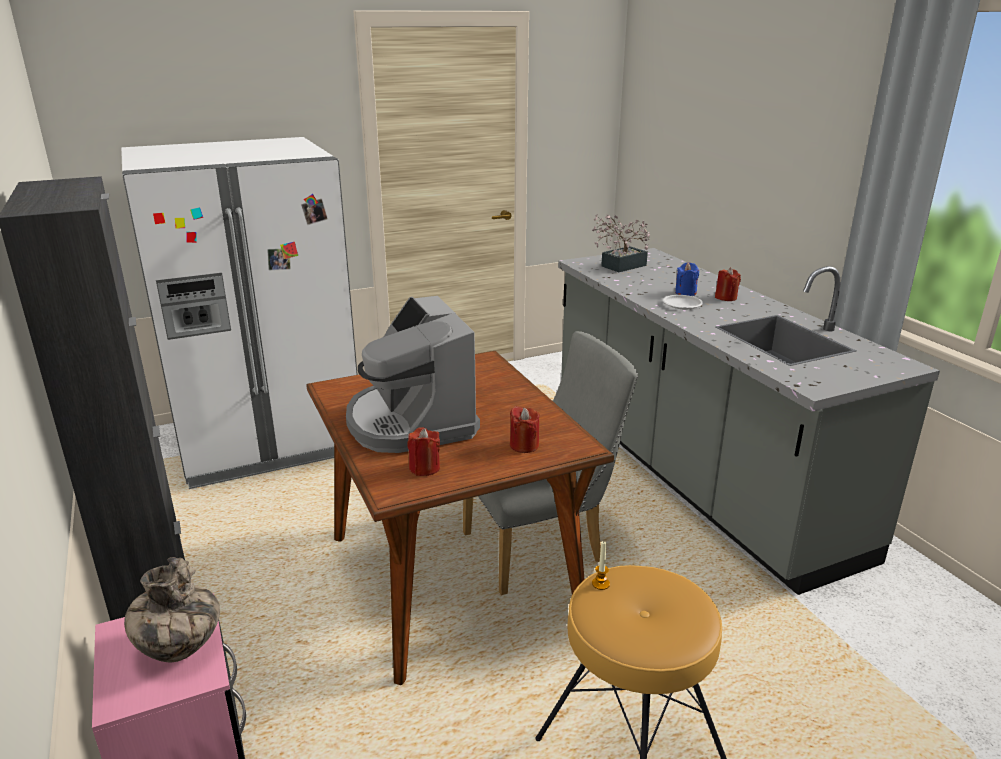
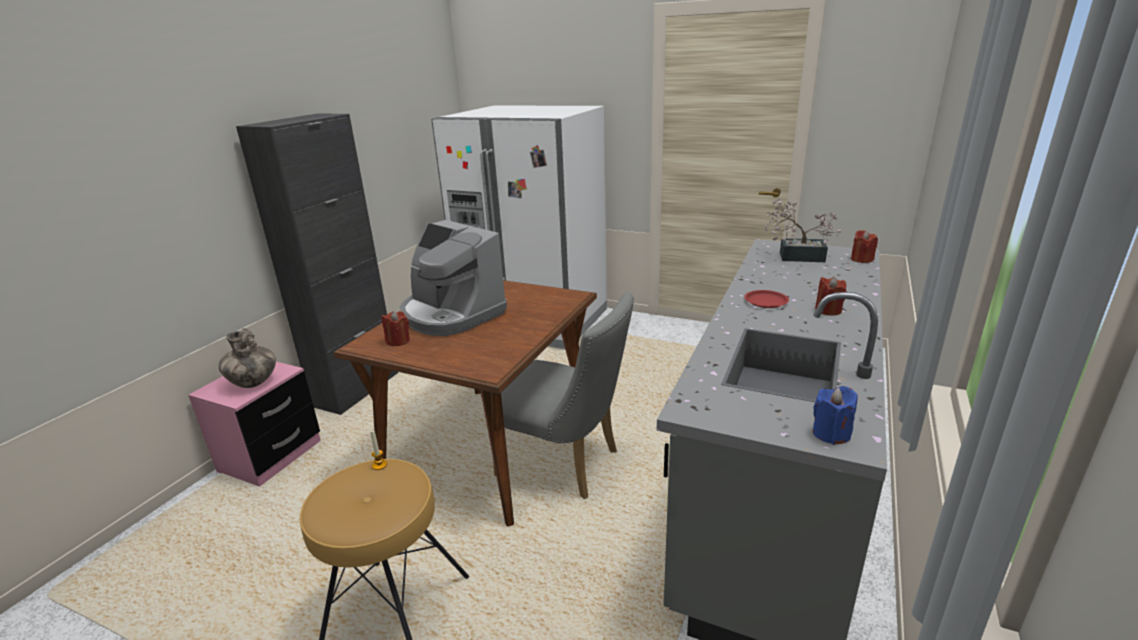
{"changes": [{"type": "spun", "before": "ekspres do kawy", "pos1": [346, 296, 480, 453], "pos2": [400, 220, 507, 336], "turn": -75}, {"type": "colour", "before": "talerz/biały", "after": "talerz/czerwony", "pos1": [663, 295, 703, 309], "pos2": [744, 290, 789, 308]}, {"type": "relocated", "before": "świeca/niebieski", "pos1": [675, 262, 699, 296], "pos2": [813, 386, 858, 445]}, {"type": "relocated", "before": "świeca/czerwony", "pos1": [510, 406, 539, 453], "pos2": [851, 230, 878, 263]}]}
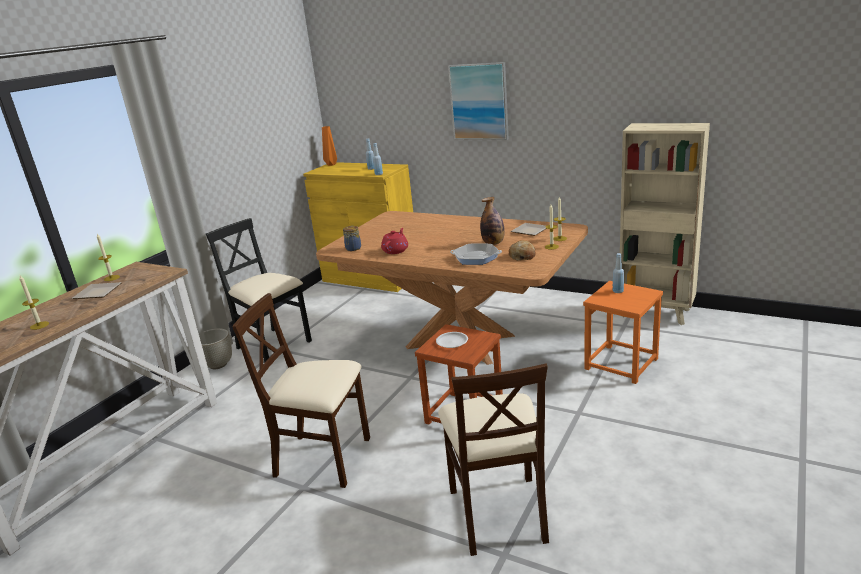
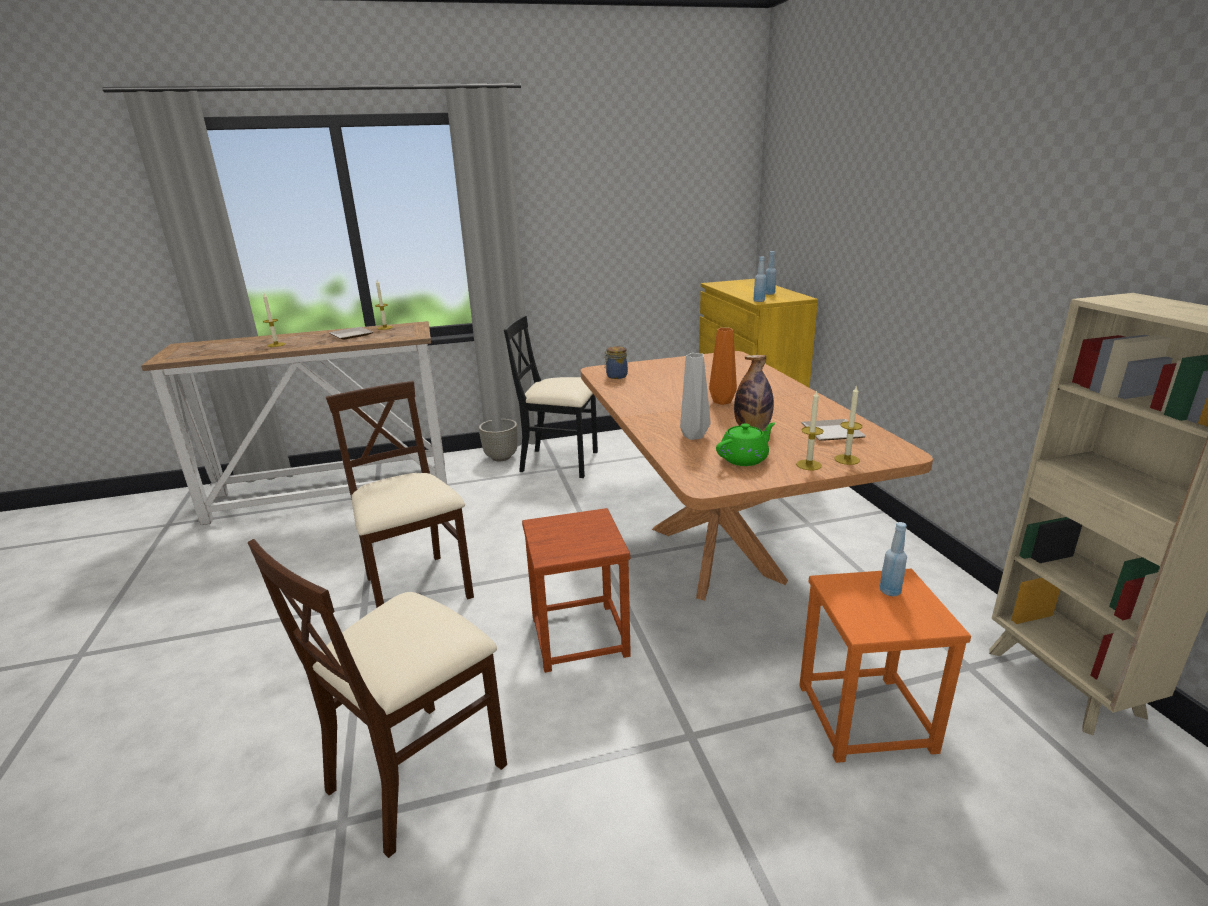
{"changes": [{"type": "spun", "before": "krzesło/czarny", "pos1": [206, 218, 312, 362], "pos2": [504, 316, 598, 478], "turn": -75}, {"type": "exchanged", "before": "patelnia", "after": "wazon/szary", "pos1": [450, 243, 502, 265], "pos2": [680, 353, 710, 440]}, {"type": "relocated", "before": "wazon/pomarańczowy", "pos1": [322, 126, 337, 166], "pos2": [709, 328, 737, 405]}, {"type": "exchanged", "before": "chleb", "after": "imbryk/zielony", "pos1": [509, 240, 535, 261], "pos2": [716, 423, 775, 466]}, {"type": "missing", "before": "imbryk/czerwony", "pos1": [381, 228, 408, 254]}, {"type": "missing", "before": "talerz/biały", "pos1": [436, 332, 468, 348]}, {"type": "missing", "before": "obraz", "pos1": [448, 62, 509, 140]}]}
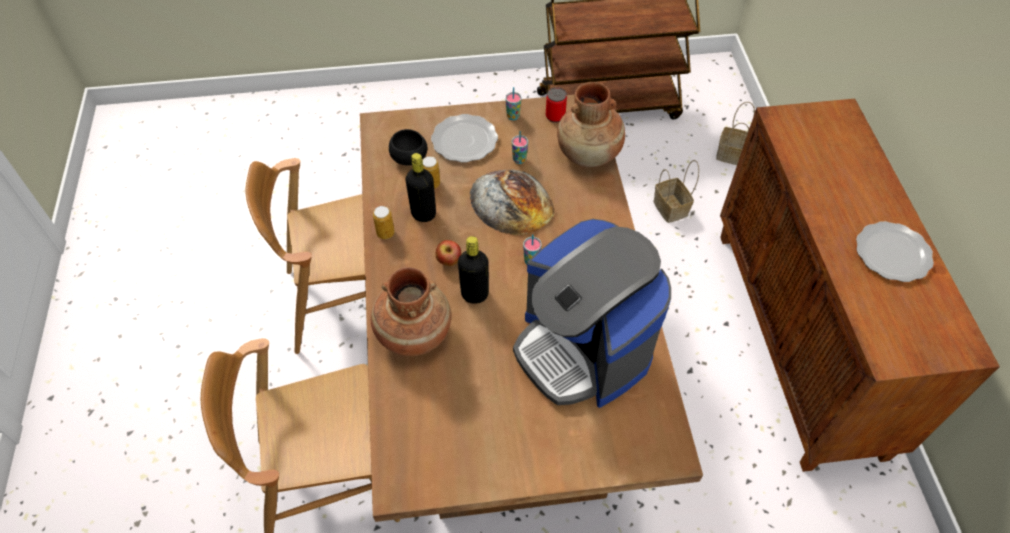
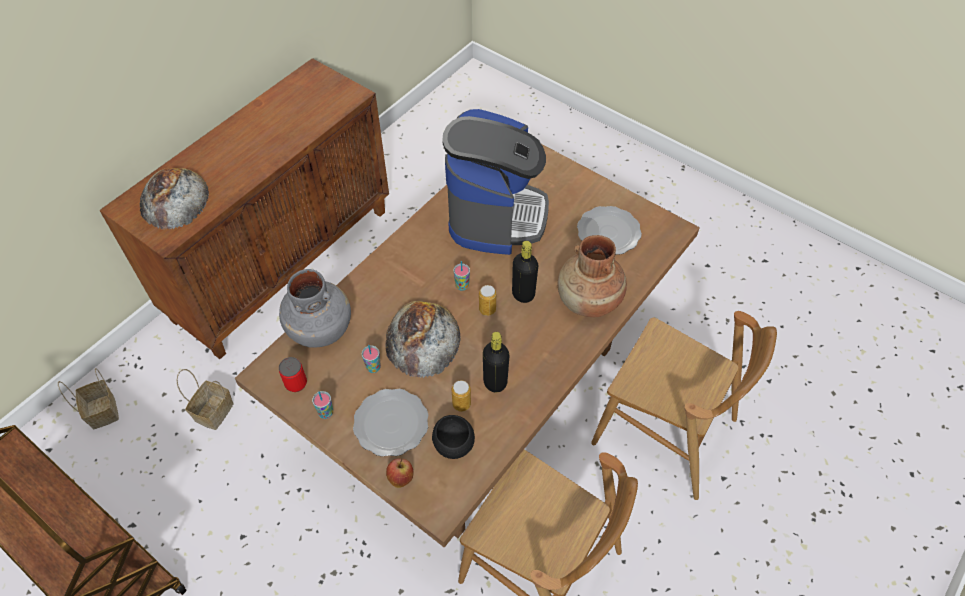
{"changes": [{"type": "appeared", "after": "chleb", "pos2": [140, 168, 209, 229]}, {"type": "colour", "before": "wazon/brązowy", "after": "wazon/szary", "pos1": [557, 82, 625, 167], "pos2": [279, 269, 351, 348]}, {"type": "relocated", "before": "jabłko", "pos1": [436, 240, 461, 266], "pos2": [386, 458, 414, 488]}, {"type": "relocated", "before": "puszka", "pos1": [373, 206, 395, 239], "pos2": [479, 285, 496, 316]}, {"type": "relocated", "before": "talerz", "pos1": [856, 221, 934, 282], "pos2": [577, 206, 642, 255]}]}
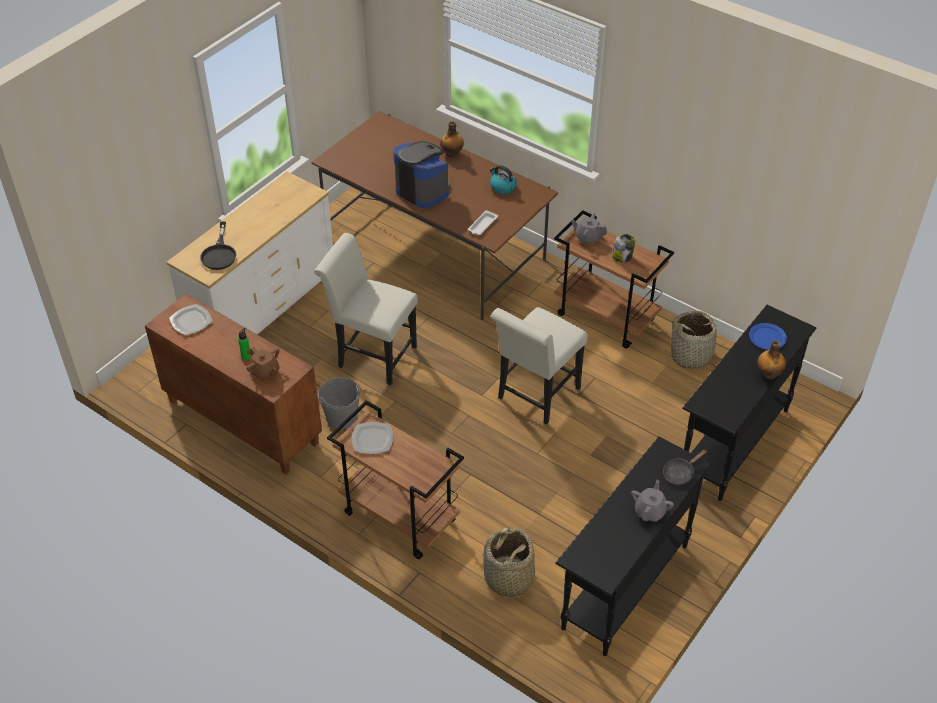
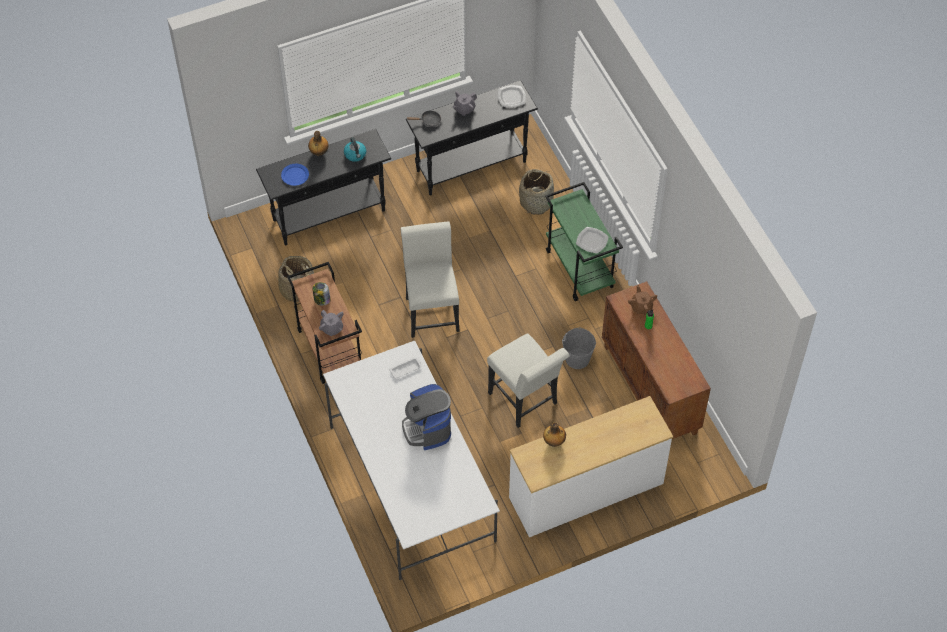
{"changes": [{"type": "colour", "before": "stół jadalny/brązowy", "after": "stół jadalny/biały", "pos1": [311, 111, 558, 320], "pos2": [323, 341, 500, 580]}, {"type": "relocated", "before": "czajnik", "pos1": [490, 165, 517, 194], "pos2": [344, 137, 366, 162]}, {"type": "spun", "before": "krzesło/biały", "pos1": [491, 307, 588, 424], "pos2": [401, 221, 460, 338], "turn": -75}, {"type": "relocated", "before": "talerz", "pos1": [169, 304, 213, 336], "pos2": [498, 85, 526, 107]}, {"type": "relocated", "before": "butelka", "pos1": [440, 121, 464, 157], "pos2": [543, 422, 566, 447]}, {"type": "colour", "before": "wózek/brązowy", "after": "wózek/zielony", "pos1": [327, 400, 464, 559], "pos2": [545, 182, 623, 301]}, {"type": "missing", "before": "patelnia/czarny", "pos1": [200, 222, 236, 270]}]}
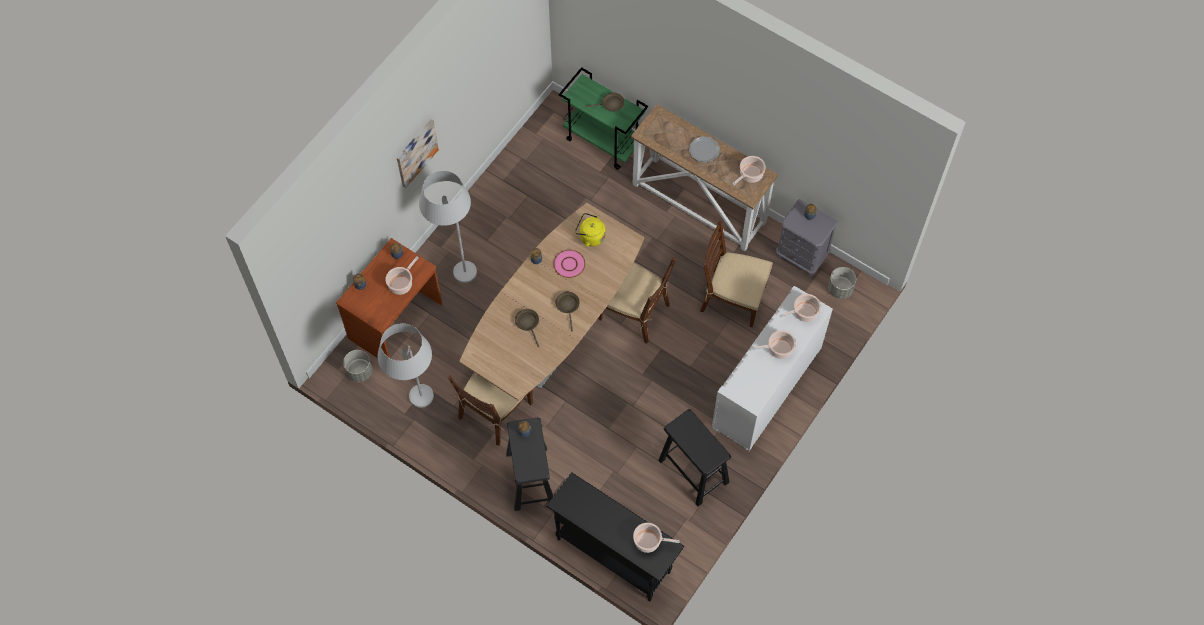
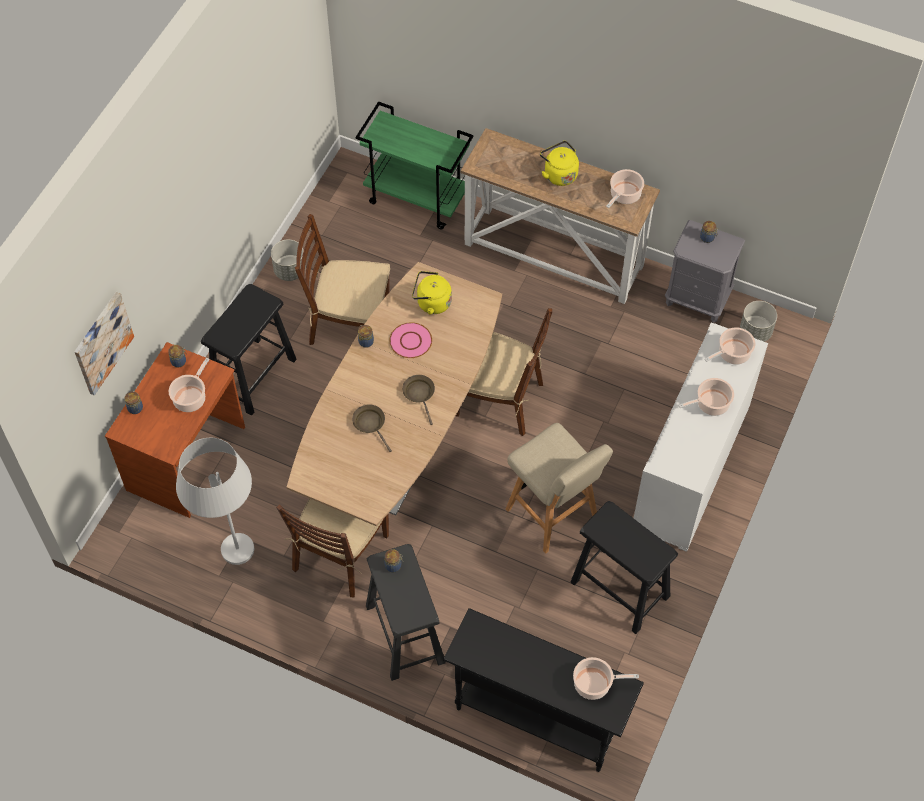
{"changes": [{"type": "relocated", "before": "obraz", "pos1": [397, 119, 439, 188], "pos2": [74, 292, 134, 396]}, {"type": "exchanged", "before": "lampa stojąca/biały", "after": "stołek/czarny", "pos1": [419, 171, 477, 283], "pos2": [201, 284, 297, 415]}, {"type": "relocated", "before": "donica/szary", "pos1": [343, 350, 372, 382], "pos2": [271, 240, 306, 281]}, {"type": "relocated", "before": "krzesło/brązowy", "pos1": [700, 221, 773, 327], "pos2": [295, 214, 390, 345]}, {"type": "appeared", "after": "stołek/beżowy", "pos2": [506, 423, 613, 554]}, {"type": "exchanged", "before": "talerz", "after": "czajnik/żółty", "pos1": [689, 136, 720, 163], "pos2": [540, 141, 579, 186]}, {"type": "missing", "before": "patelnia/brązowy", "pos1": [585, 92, 625, 112]}]}
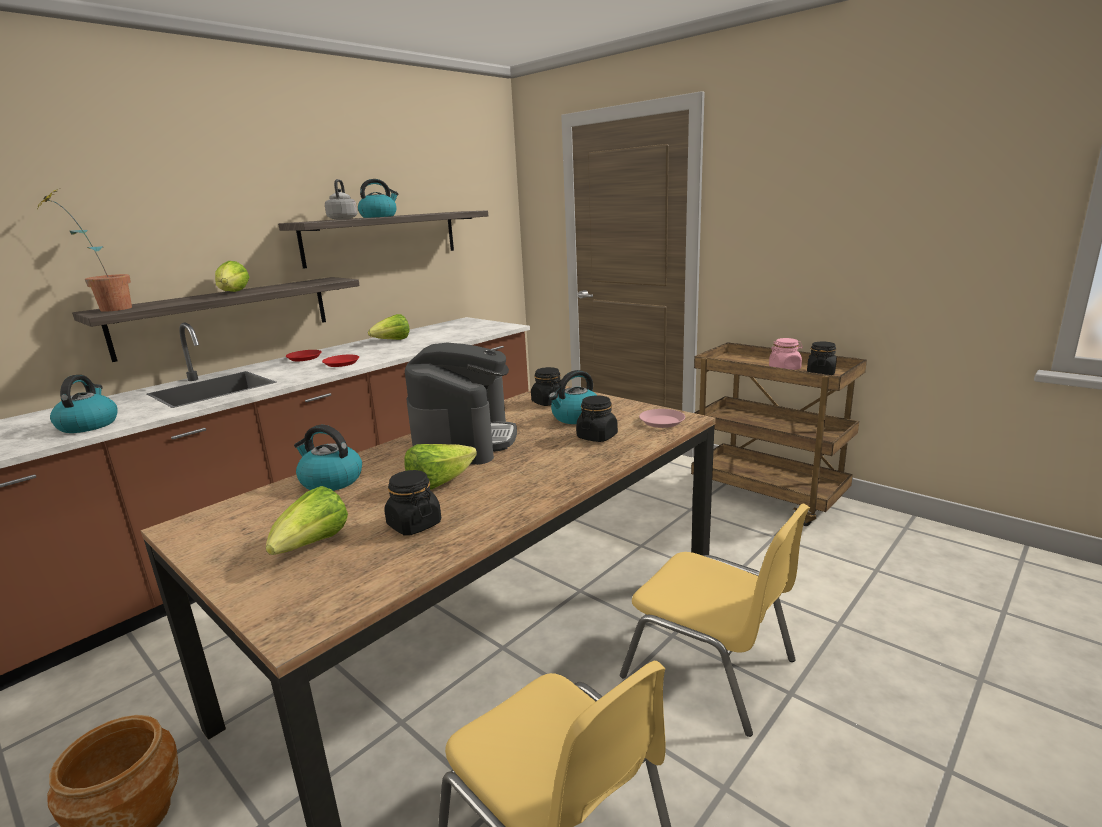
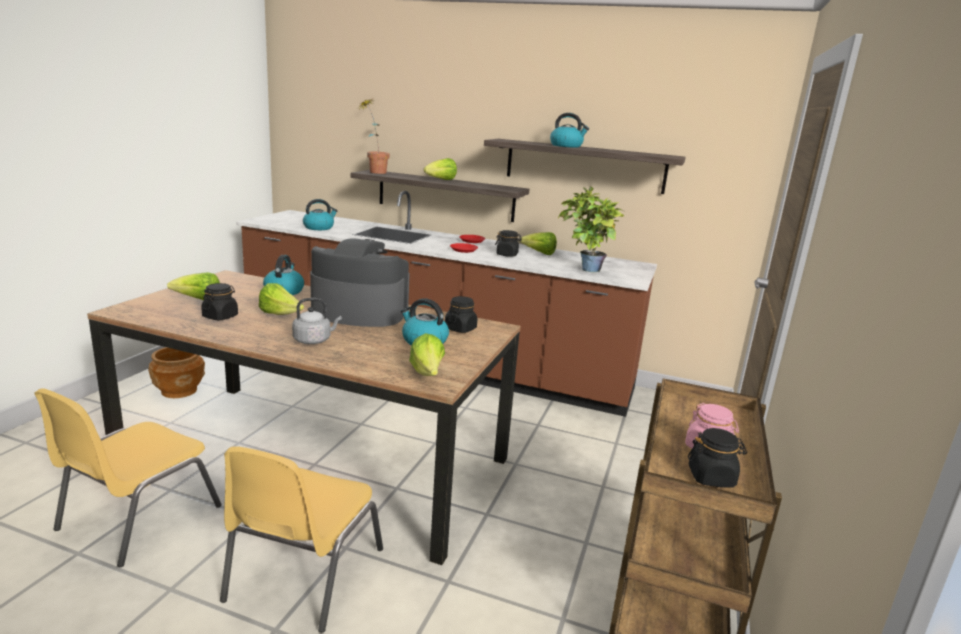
{"changes": [{"type": "relocated", "before": "czajnik/szary", "pos1": [325, 179, 358, 220], "pos2": [292, 298, 342, 344]}, {"type": "spun", "before": "ekspres do kawy", "pos1": [405, 343, 517, 465], "pos2": [310, 238, 410, 327], "turn": -150}, {"type": "exchanged", "before": "talerz/różowy", "after": "sałata", "pos1": [639, 409, 685, 428], "pos2": [409, 333, 445, 376]}, {"type": "relocated", "before": "słoik/czarny", "pos1": [576, 396, 618, 442], "pos2": [495, 230, 522, 256]}, {"type": "appeared", "after": "roślina doniczkowa", "pos2": [558, 187, 624, 272]}]}
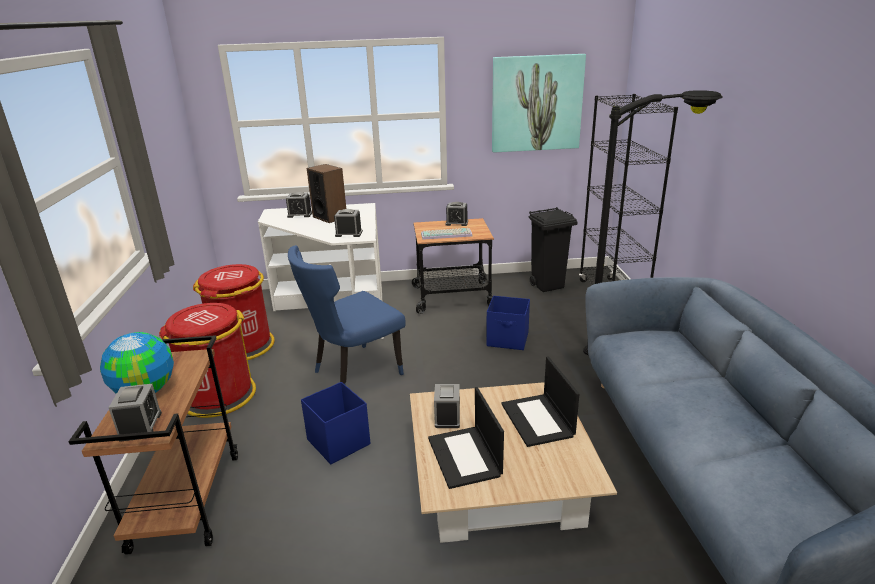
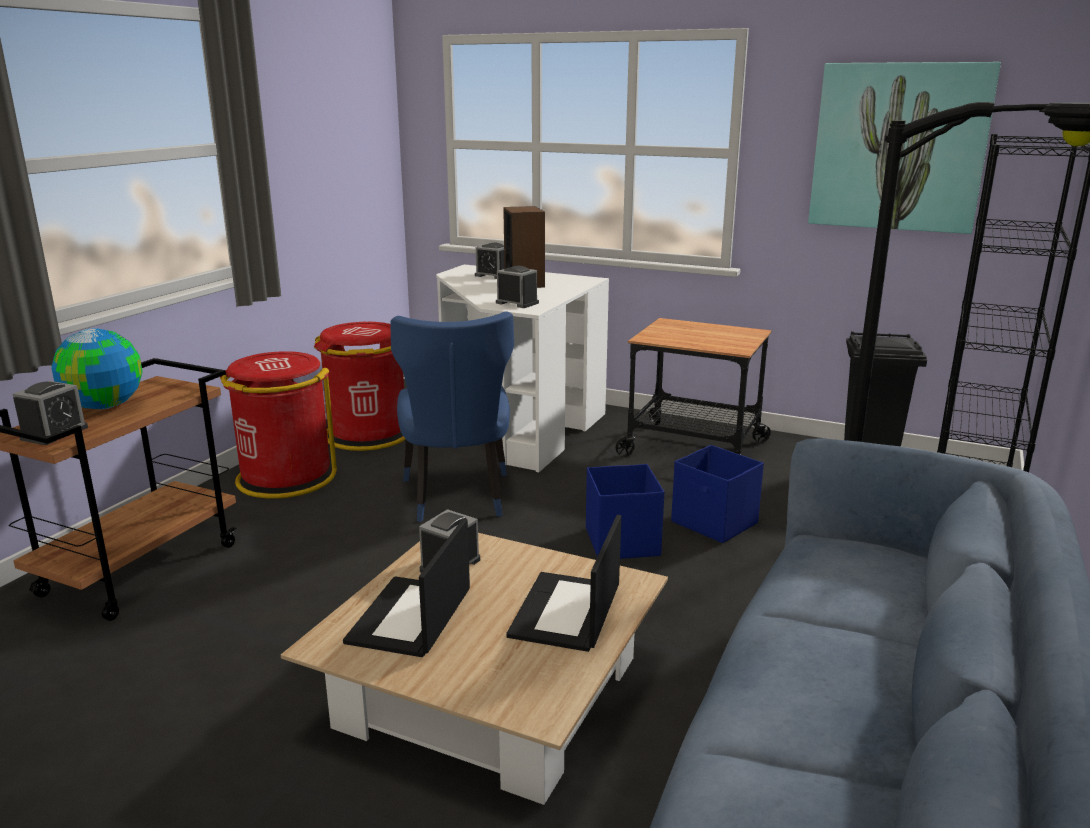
{"changes": [{"type": "spun", "before": "krzesło/niebieski", "pos1": [288, 245, 406, 385], "pos2": [391, 311, 514, 522], "turn": -90}, {"type": "relocated", "before": "pojemnik do przechowywania/niebieski", "pos1": [301, 382, 370, 464], "pos2": [586, 464, 665, 559]}, {"type": "missing", "before": "klawiatura", "pos1": [421, 228, 472, 240]}, {"type": "missing", "before": "budzik", "pos1": [446, 202, 468, 226]}]}
